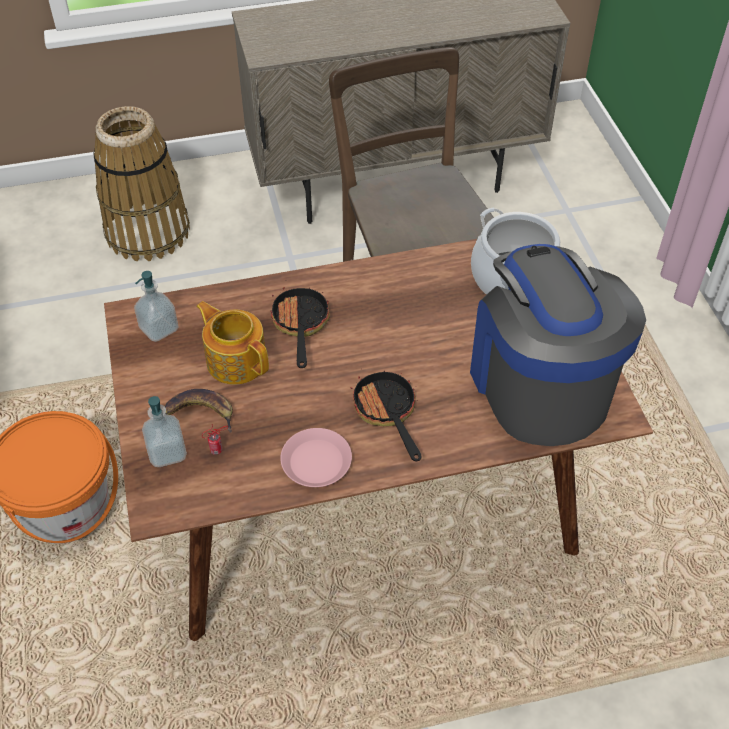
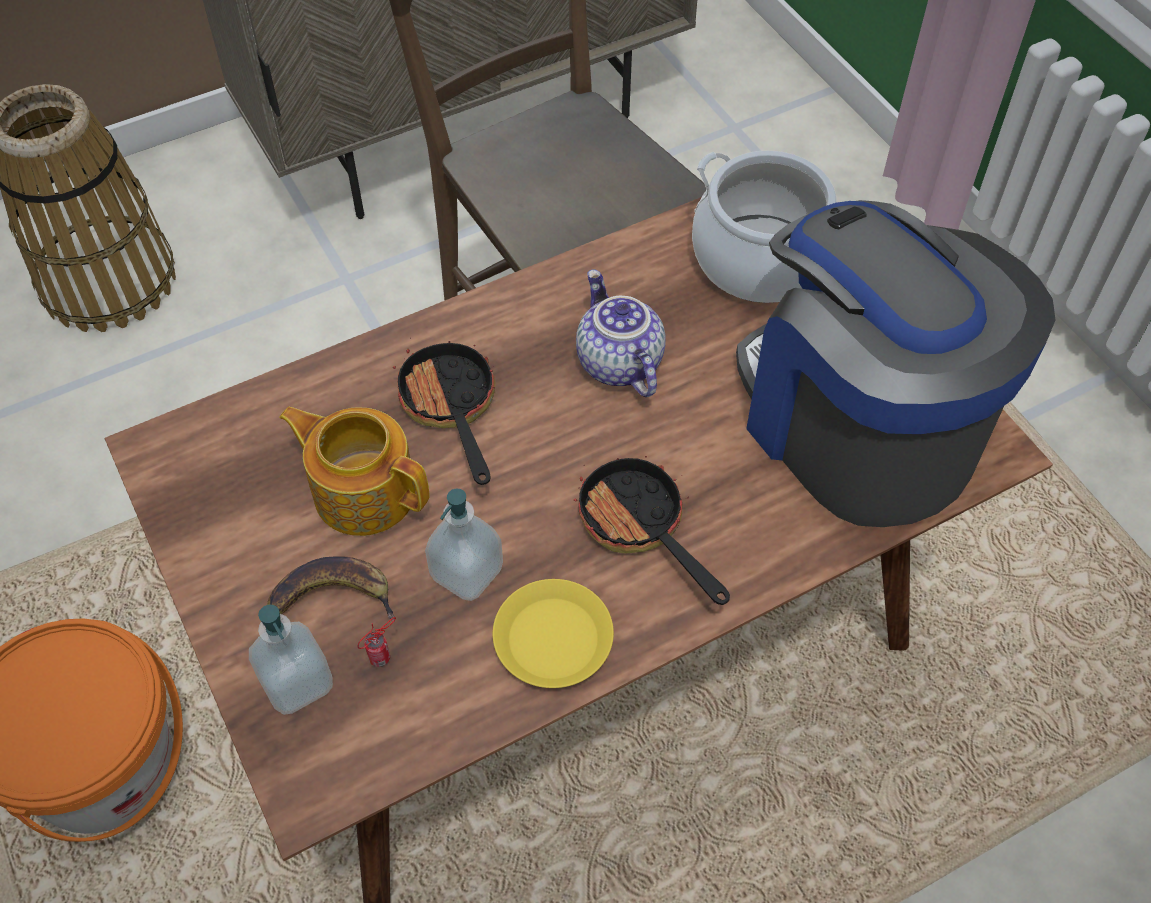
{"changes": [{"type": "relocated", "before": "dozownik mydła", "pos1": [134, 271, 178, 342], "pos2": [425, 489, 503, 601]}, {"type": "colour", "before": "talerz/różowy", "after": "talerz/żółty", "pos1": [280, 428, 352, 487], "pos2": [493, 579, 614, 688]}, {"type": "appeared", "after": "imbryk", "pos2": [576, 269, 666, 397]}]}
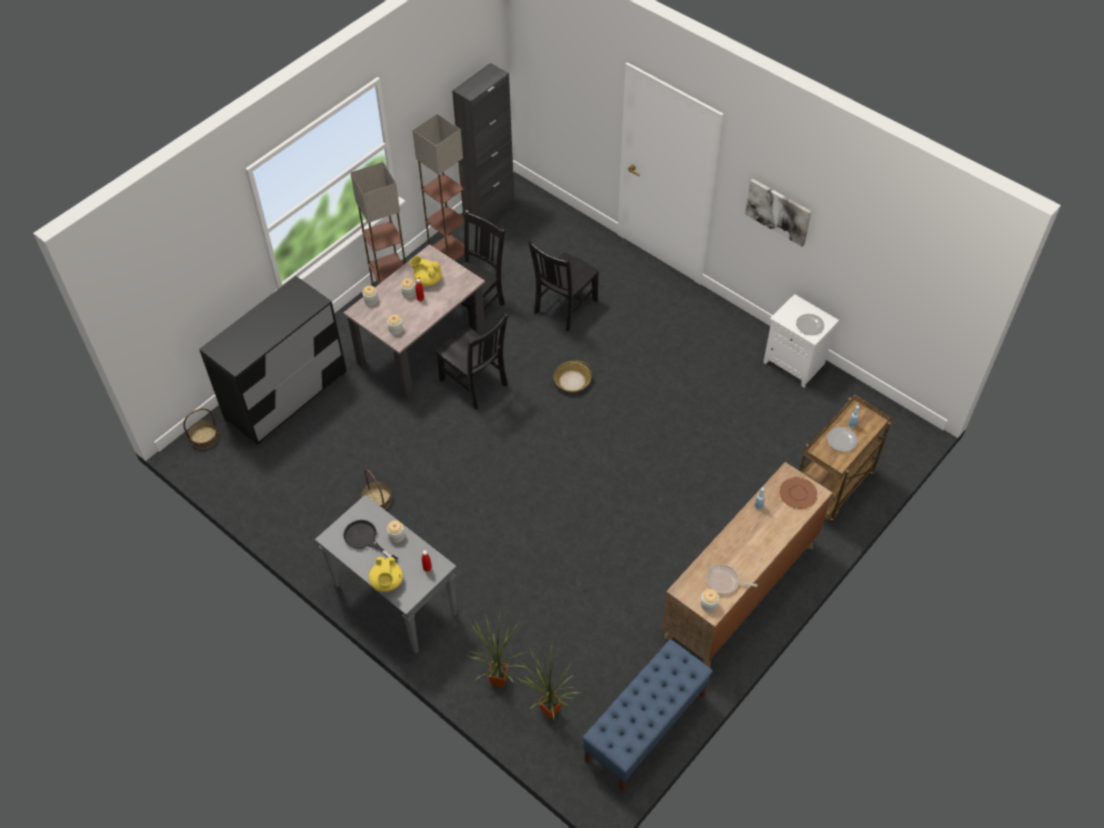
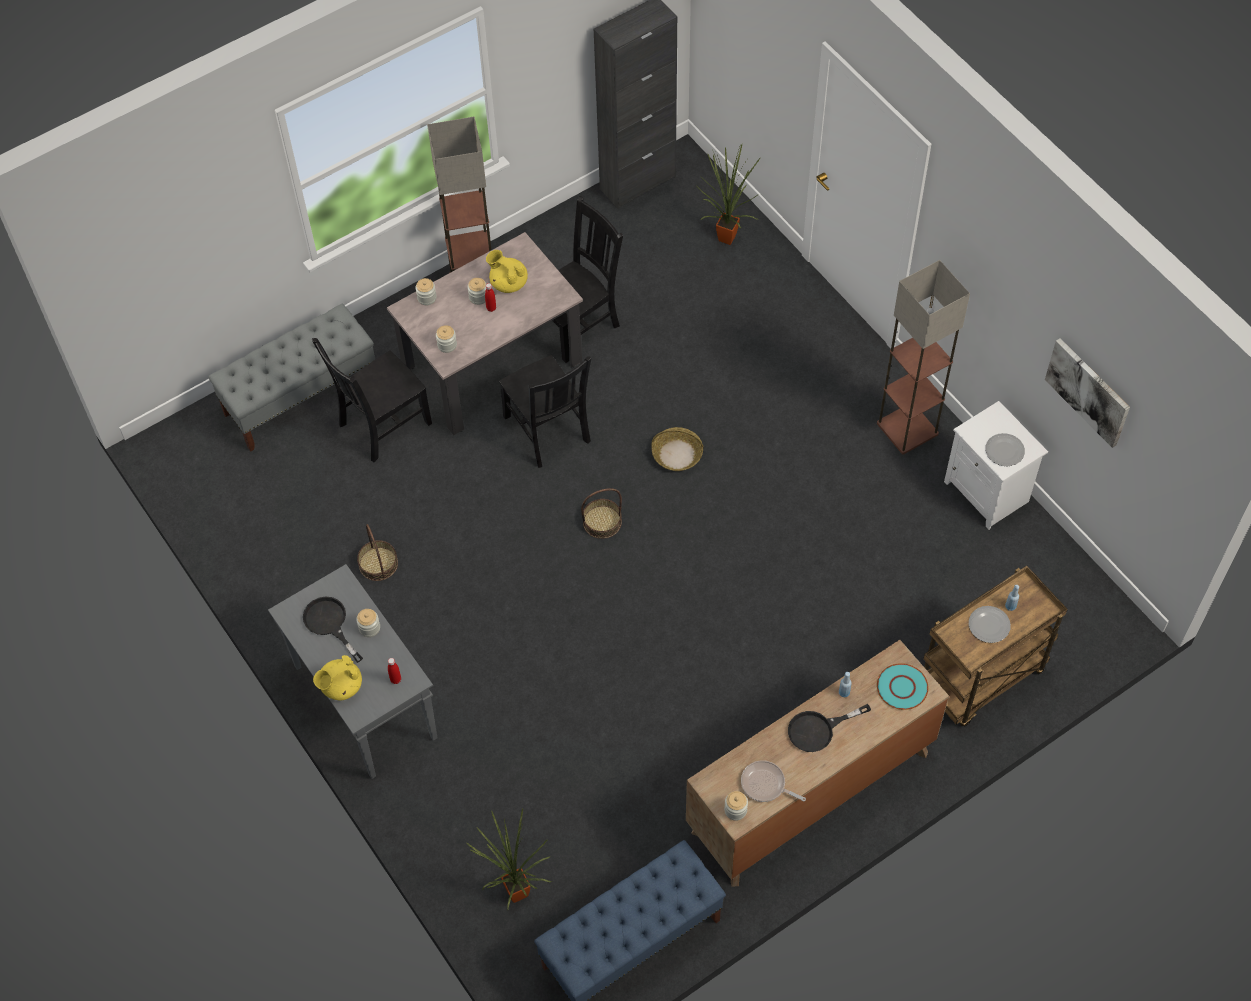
{"changes": [{"type": "exchanged", "before": "komoda/czarny", "after": "ławka/szary", "pos1": [199, 276, 347, 445], "pos2": [208, 304, 375, 452]}, {"type": "relocated", "before": "krzesło/czarny", "pos1": [528, 240, 599, 332], "pos2": [312, 338, 432, 462]}, {"type": "spun", "before": "imbryk/żółty", "pos1": [369, 557, 403, 592], "pos2": [313, 655, 362, 700], "turn": 45}, {"type": "relocated", "before": "koszyk", "pos1": [183, 408, 219, 449], "pos2": [581, 488, 622, 539]}, {"type": "relocated", "before": "roślina doniczkowa", "pos1": [466, 609, 525, 687], "pos2": [697, 145, 761, 245]}, {"type": "appeared", "after": "patelnia/czarny", "pos2": [788, 704, 871, 752]}, {"type": "relocated", "before": "lampa stojąca", "pos1": [412, 114, 470, 261], "pos2": [877, 260, 970, 454]}, {"type": "colour", "before": "talerz/brązowy", "after": "talerz/turkusowy", "pos1": [779, 477, 818, 509], "pos2": [877, 663, 928, 710]}, {"type": "relocated", "before": "obraz", "pos1": [745, 178, 812, 247], "pos2": [1045, 338, 1130, 448]}]}
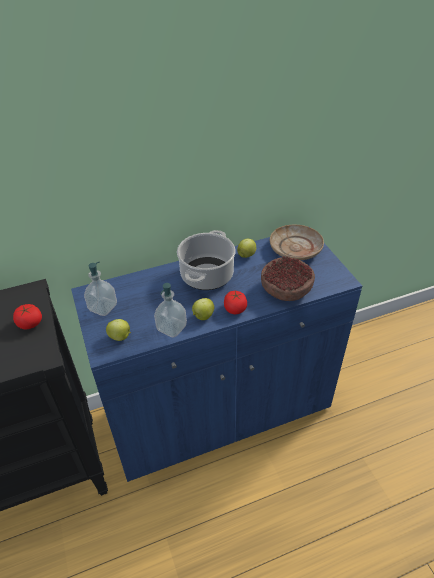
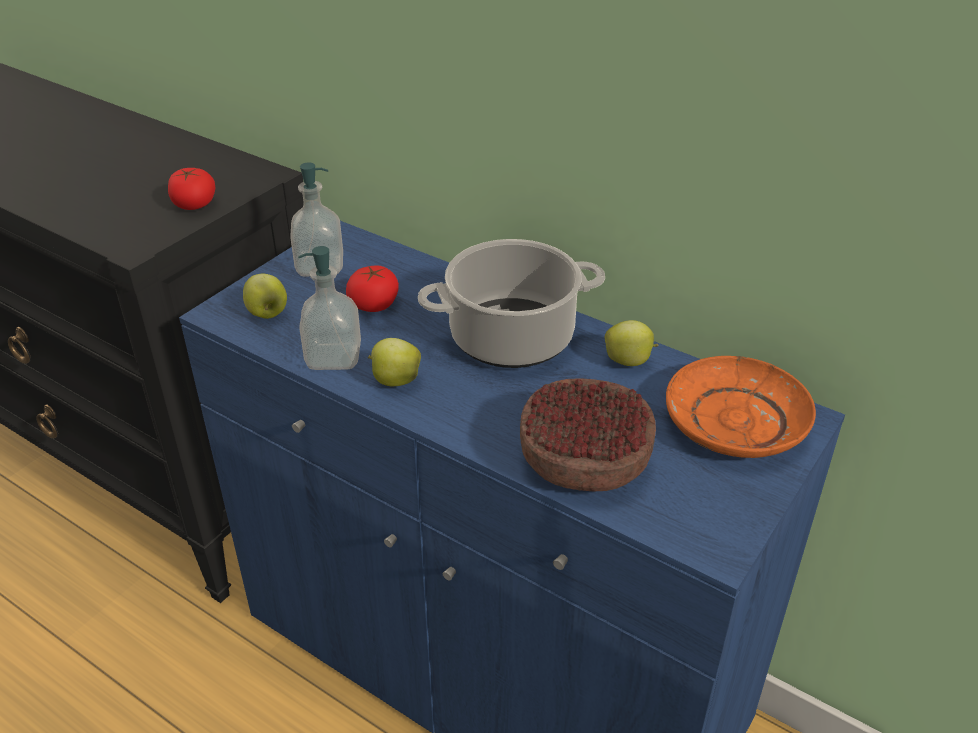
{"changes": [{"type": "relocated", "before": "pomidor", "pos1": [224, 291, 247, 314], "pos2": [346, 265, 399, 312]}, {"type": "colour", "before": "talerz/beżowy", "after": "talerz/pomarańczowy", "pos1": [270, 225, 324, 261], "pos2": [666, 356, 816, 458]}]}
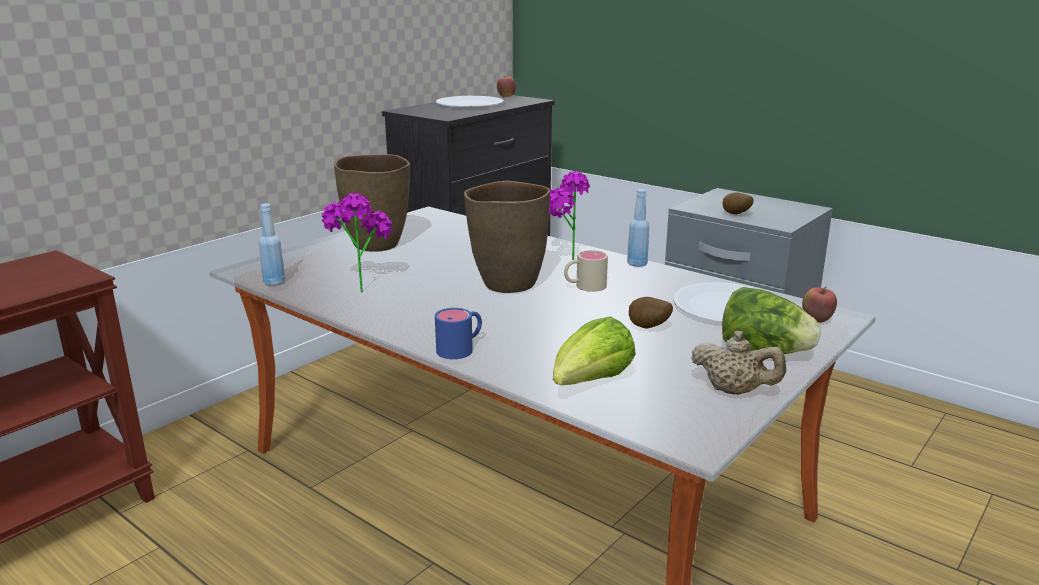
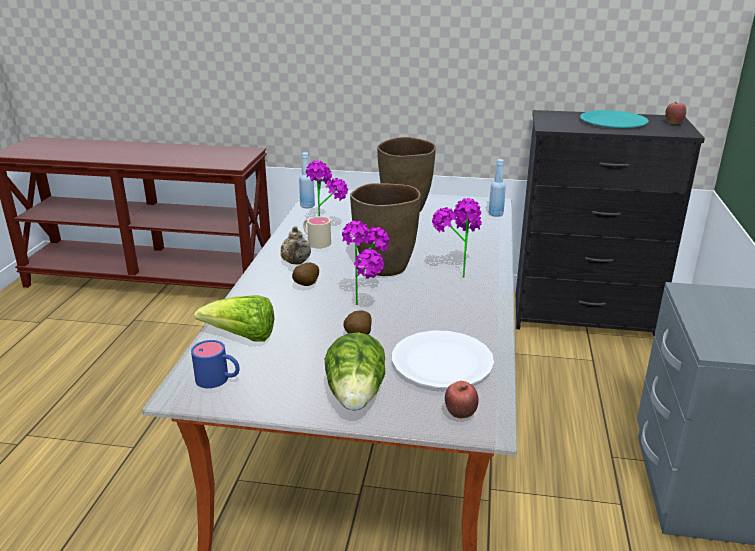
{"changes": [{"type": "relocated", "before": "kubek/niebieski", "pos1": [435, 308, 482, 359], "pos2": [191, 340, 240, 388]}, {"type": "relocated", "before": "imbryk/beżowy", "pos1": [691, 331, 786, 395], "pos2": [280, 226, 311, 264]}, {"type": "relocated", "before": "ziemniak", "pos1": [722, 192, 754, 215], "pos2": [292, 263, 319, 286]}, {"type": "relocated", "before": "kubek/beżowy", "pos1": [564, 250, 608, 292], "pos2": [303, 216, 331, 248]}, {"type": "appeared", "after": "roślina doniczkowa", "pos2": [342, 221, 389, 305]}, {"type": "relocated", "before": "butelka/niebieski", "pos1": [627, 189, 649, 267], "pos2": [489, 159, 506, 217]}, {"type": "colour", "before": "talerz/biały", "after": "talerz/turkusowy", "pos1": [436, 96, 504, 109], "pos2": [580, 110, 649, 128]}]}
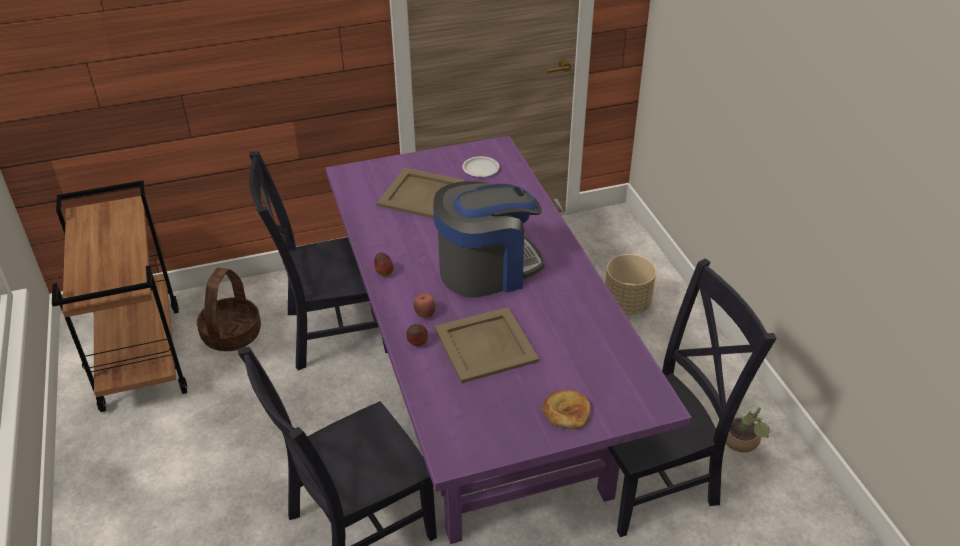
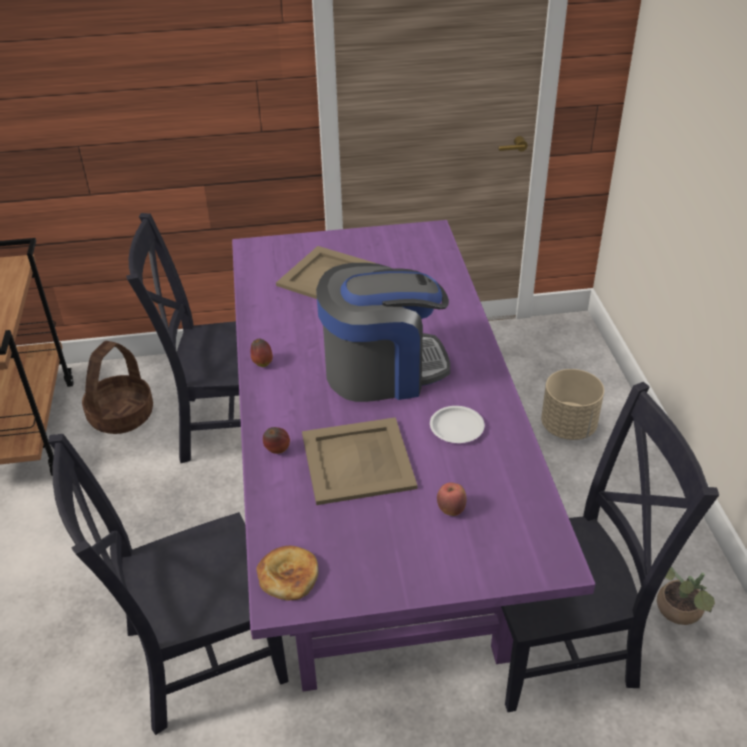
{"changes": [{"type": "relocated", "before": "chleb", "pos1": [542, 390, 591, 430], "pos2": [257, 546, 318, 600]}, {"type": "relocated", "before": "talerz/biały", "pos1": [462, 156, 499, 177], "pos2": [430, 406, 485, 443]}, {"type": "relocated", "before": "jabłko", "pos1": [414, 294, 436, 318], "pos2": [437, 483, 467, 516]}]}
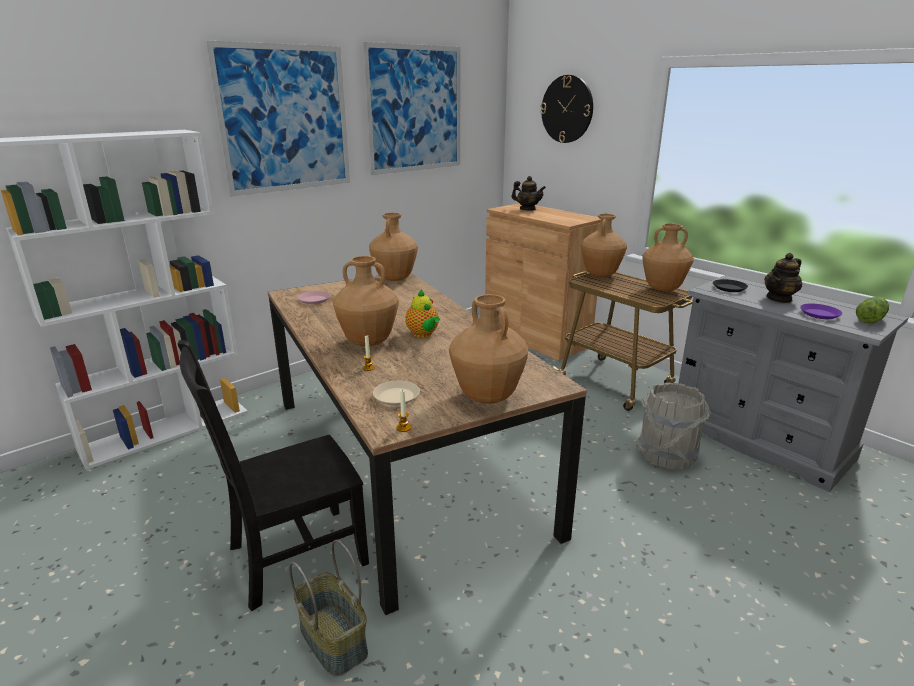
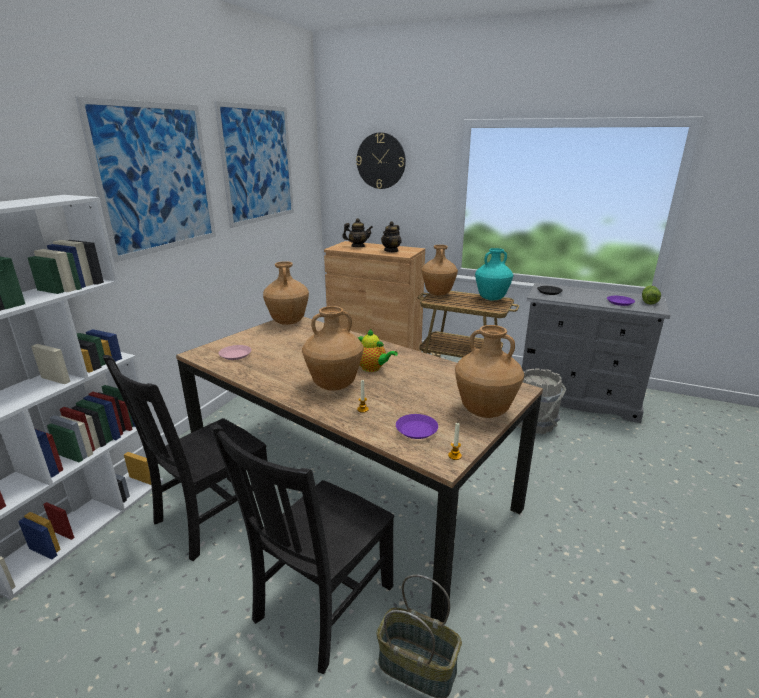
{"changes": [{"type": "appeared", "after": "krzesło/czarny", "pos2": [103, 355, 267, 561]}, {"type": "relocated", "before": "imbryk", "pos1": [764, 253, 802, 303], "pos2": [381, 221, 402, 252]}, {"type": "colour", "before": "talerz/beżowy", "after": "talerz/fioletowy", "pos1": [373, 381, 420, 406], "pos2": [396, 414, 438, 439]}, {"type": "colour", "before": "wazon/brązowy", "after": "wazon/turkusowy", "pos1": [642, 223, 694, 291], "pos2": [475, 248, 513, 300]}]}
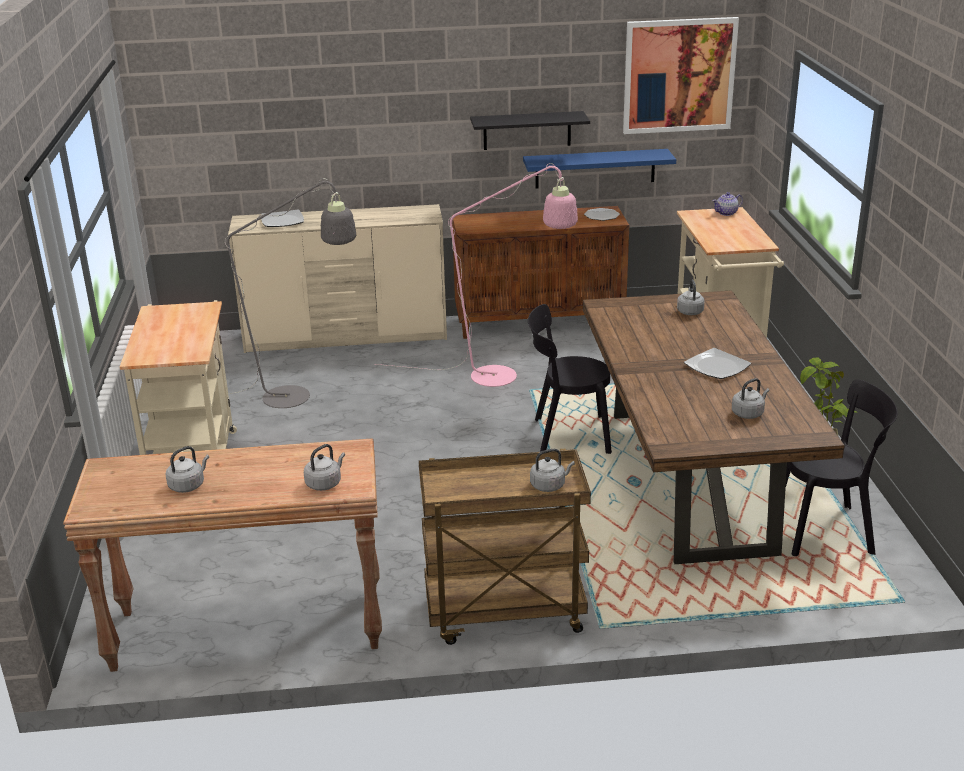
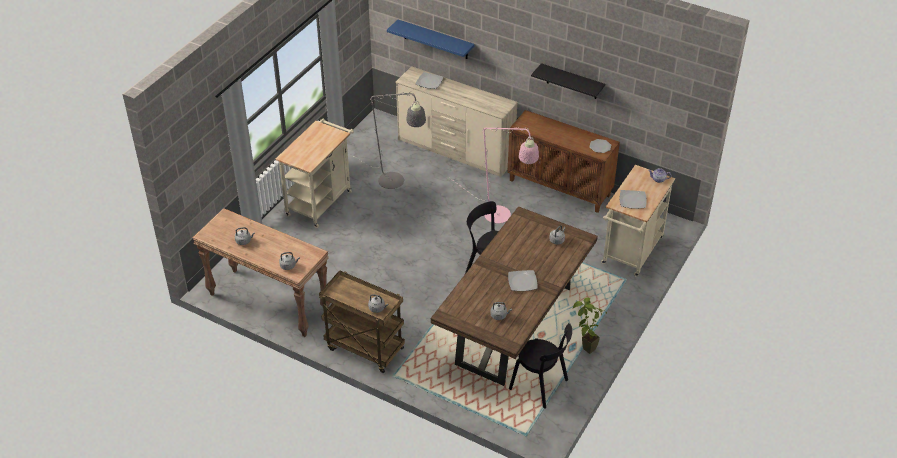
{"changes": [{"type": "relocated", "before": "półka/niebieski", "pos1": [523, 149, 676, 188], "pos2": [387, 20, 475, 59]}, {"type": "appeared", "after": "talerz", "pos2": [619, 190, 647, 209]}, {"type": "missing", "before": "obraz", "pos1": [623, 17, 739, 134]}]}
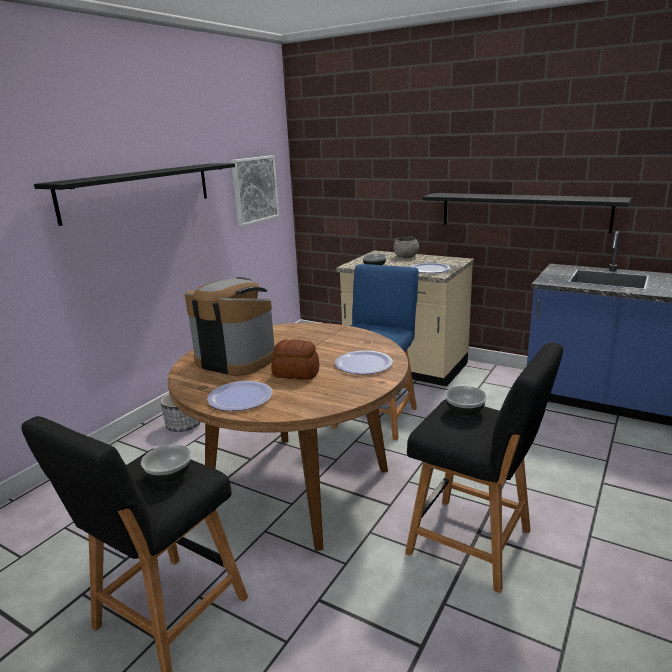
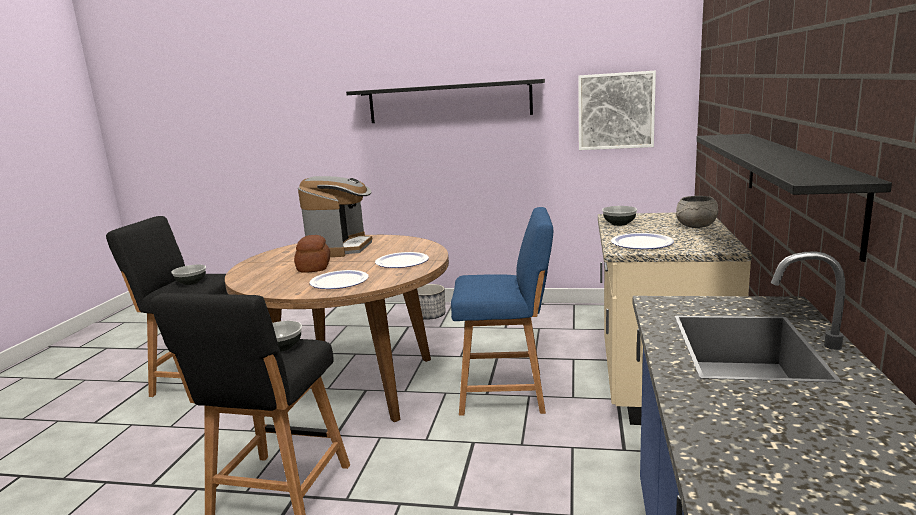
{"changes": [{"type": "relocated", "before": "talerz", "pos1": [207, 381, 273, 411], "pos2": [375, 252, 429, 268]}]}
